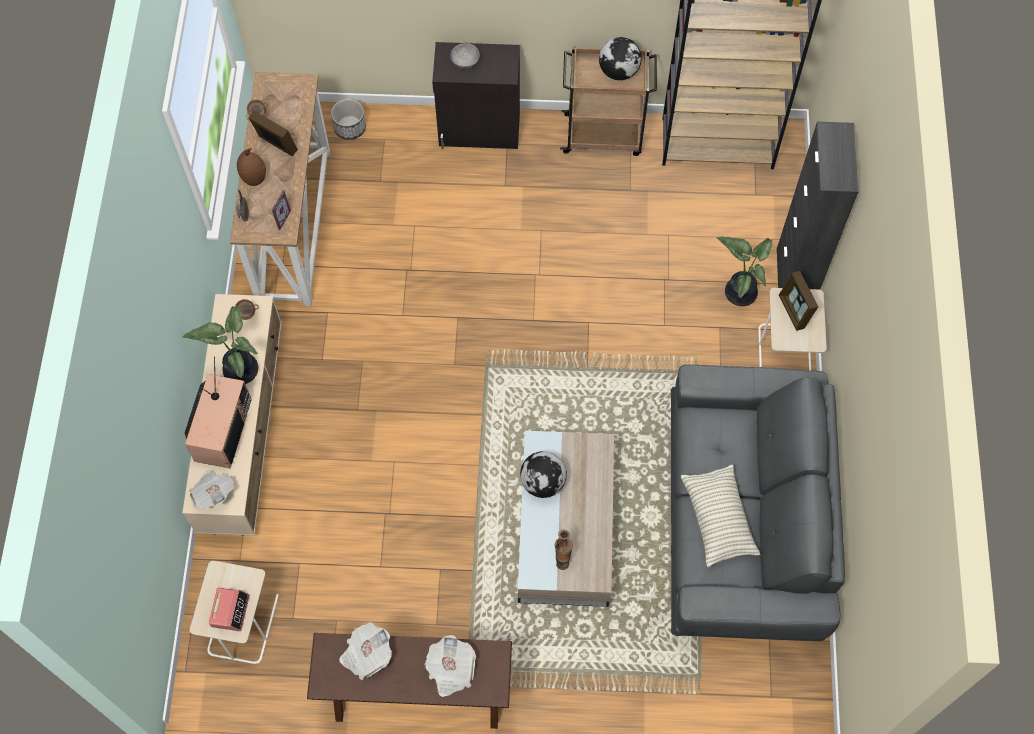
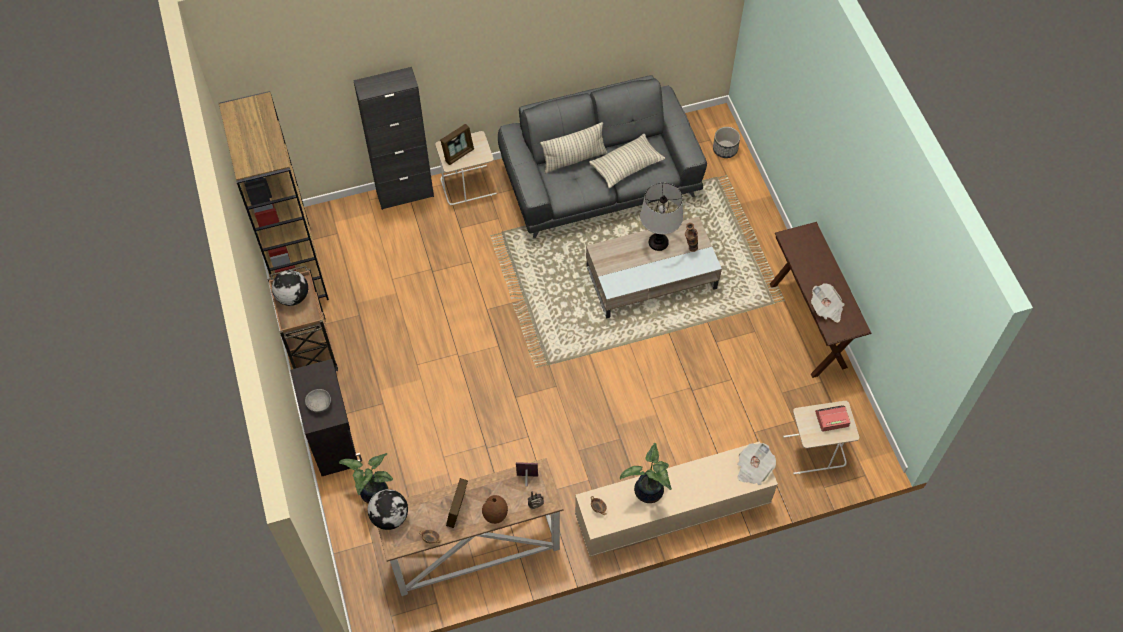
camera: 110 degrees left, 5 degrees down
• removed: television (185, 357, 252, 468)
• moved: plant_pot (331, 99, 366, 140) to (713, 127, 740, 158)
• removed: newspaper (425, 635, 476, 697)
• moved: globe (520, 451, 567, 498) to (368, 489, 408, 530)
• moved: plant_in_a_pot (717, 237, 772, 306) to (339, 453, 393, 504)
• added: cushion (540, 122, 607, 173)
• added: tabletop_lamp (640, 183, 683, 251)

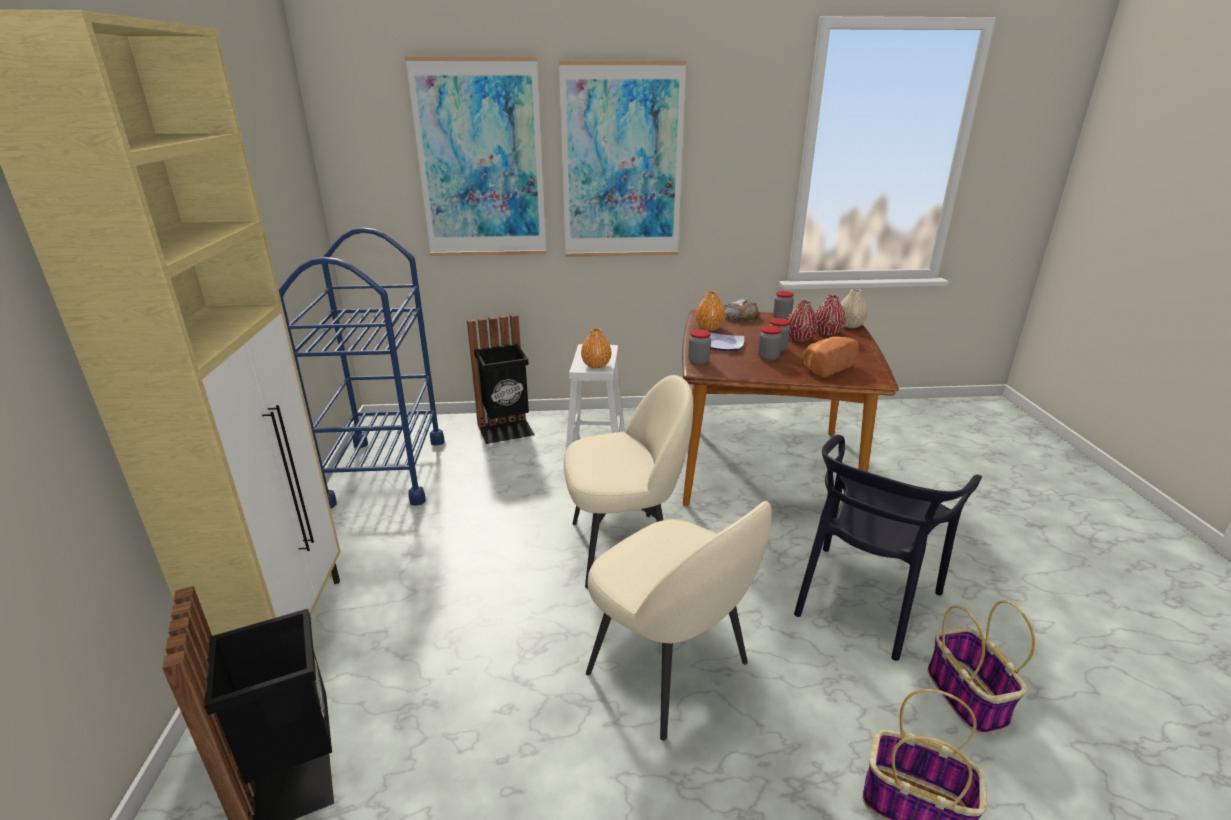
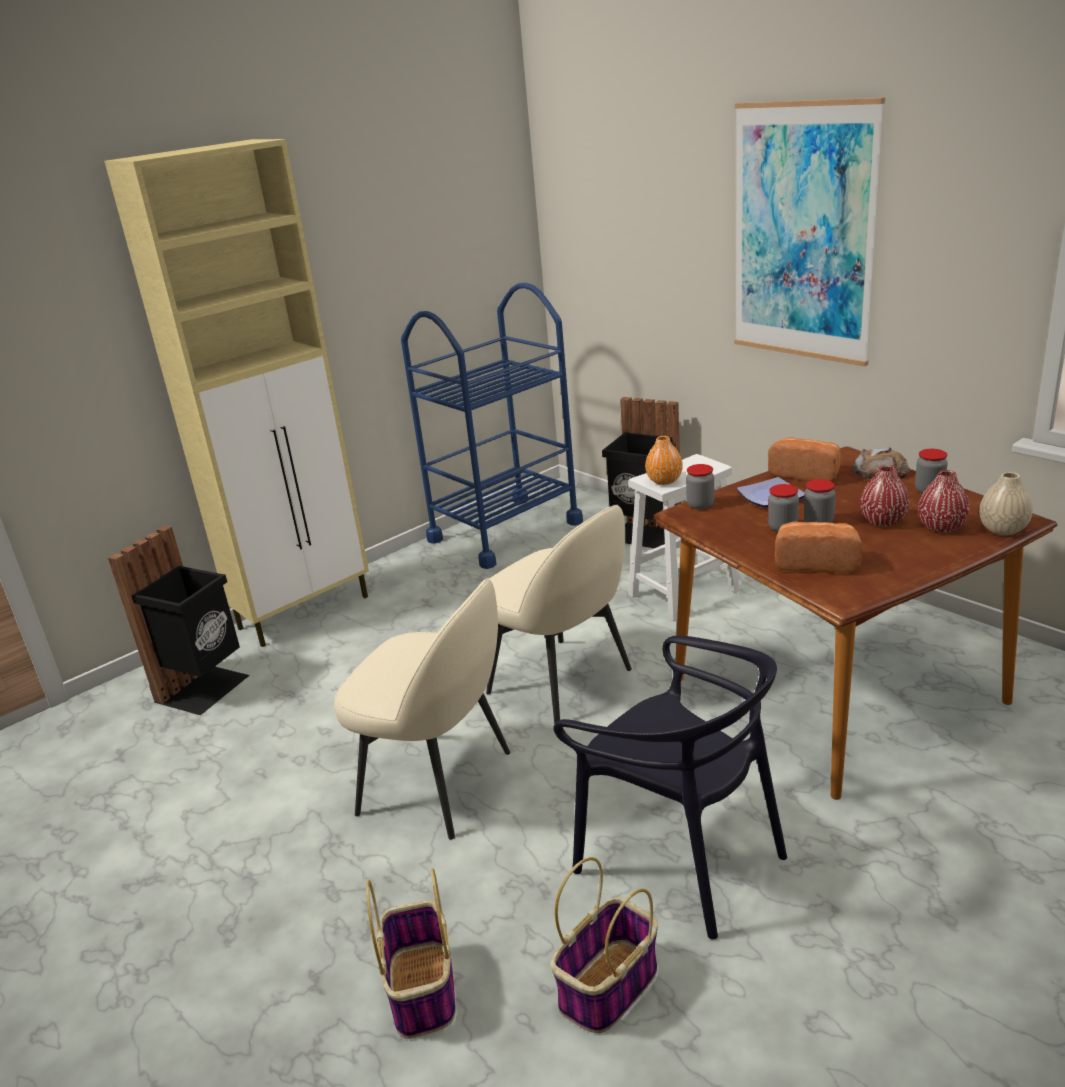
camera: 55 degrees right, 0 degrees up
• removed: picture (405, 57, 546, 256)
• turned: beige_chair (586, 501, 772, 740) = (334, 578, 510, 840) 75 degrees counterclockwise
• replaced: orangey_decorative_vase (695, 291, 725, 331) to bakery_bread (768, 437, 841, 481)
• turned: blackish_chair (794, 435, 982, 661) = (553, 635, 787, 940) 135 degrees counterclockwise

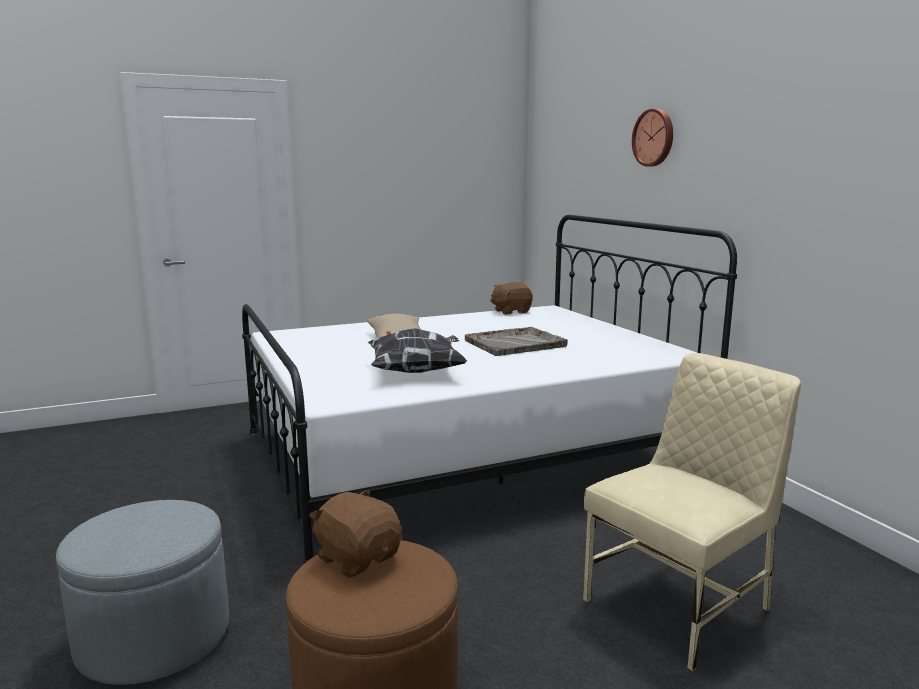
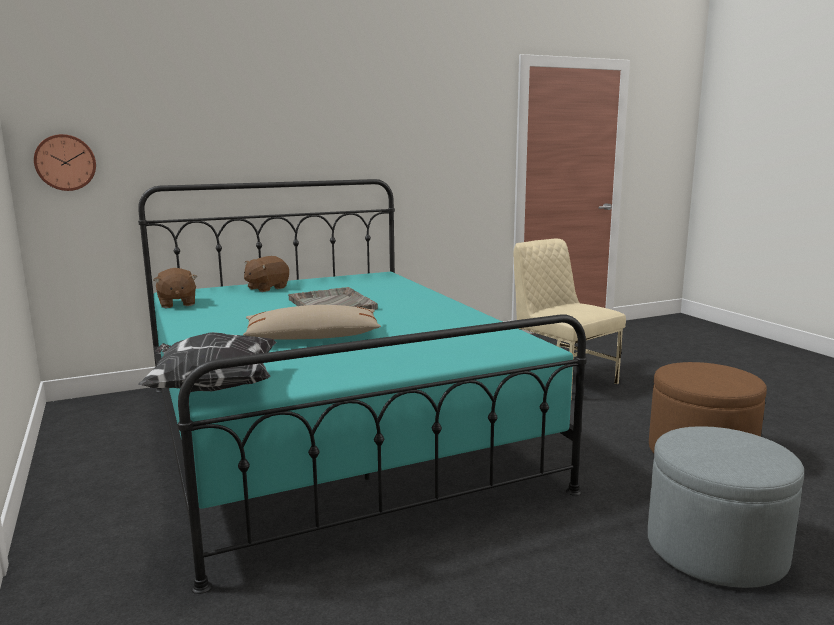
camera: 90 degrees left, 0 degrees up
• recoloured: white_sleeping_bed (242, 215, 737, 564) to blue-green_sleeping_bed (138, 179, 587, 594)
• moved: brownish_cuddly_toy (309, 489, 402, 578) to (244, 256, 289, 292)
• moved: cushion (368, 328, 467, 373) to (138, 332, 276, 392)
• moved: hanging_clock (632, 109, 673, 167) to (34, 134, 96, 191)

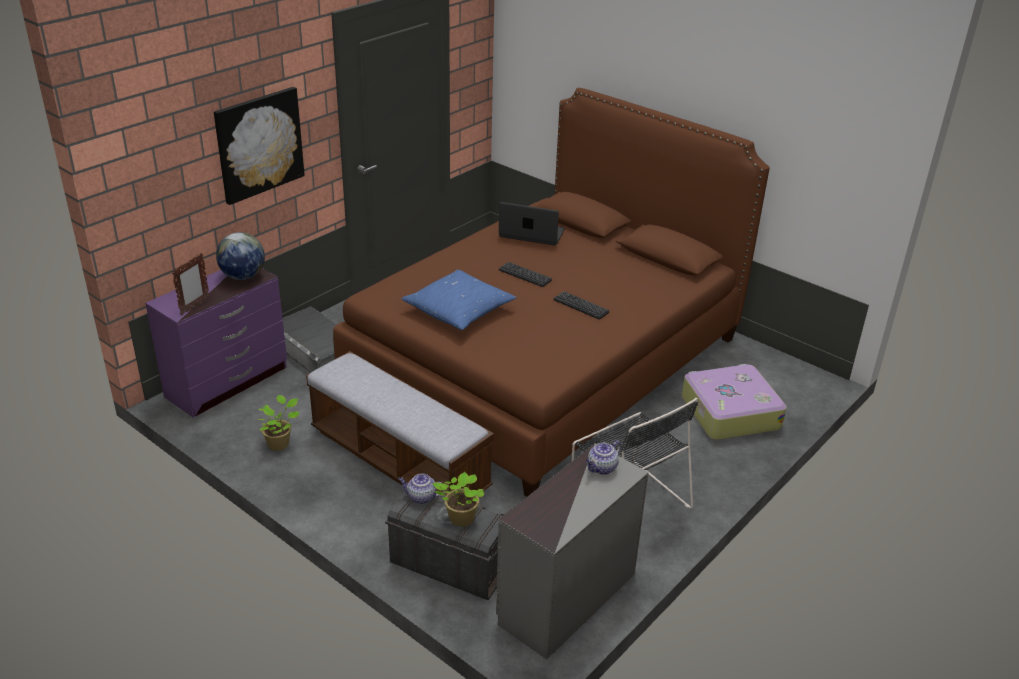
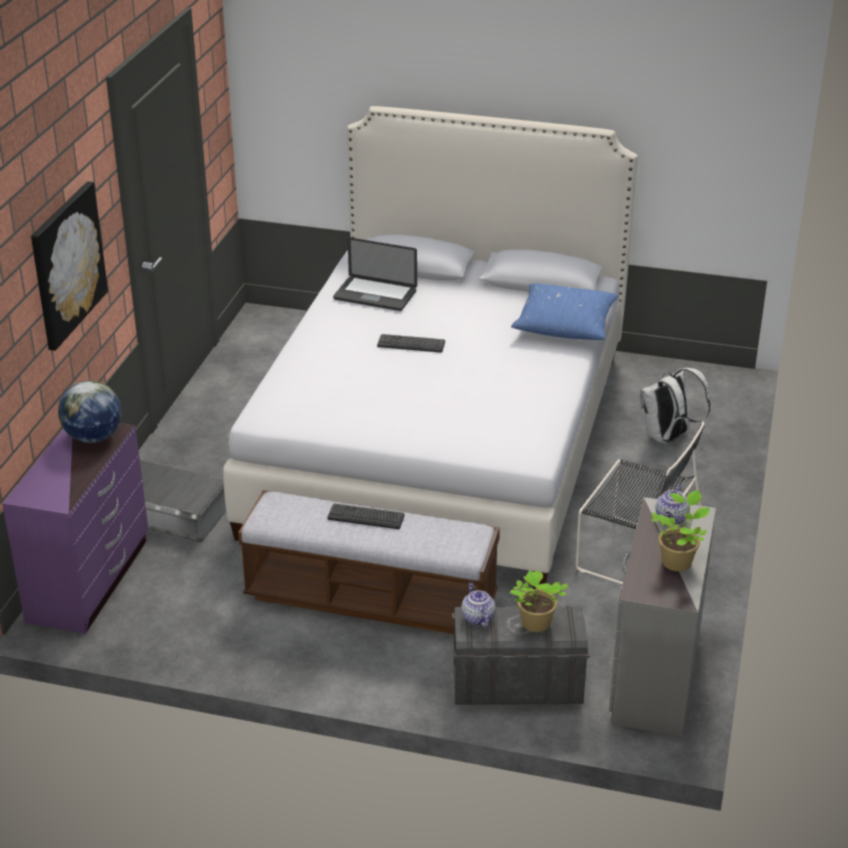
camera: 25 degrees left, 0 degrees up
• removed: picture_frame (172, 253, 210, 315)
• moved: plant_in_a_pot (258, 395, 299, 451) to (651, 490, 710, 572)
• recoloured: brownish_sleeping_bed (333, 88, 770, 497) to white_sleeping_bed (223, 106, 638, 590)
• turned: pot_for_tea (398, 474, 445, 504) = (461, 582, 496, 627) 90 degrees clockwise
• moved: bluish_cushion (401, 270, 516, 330) to (511, 283, 618, 340)
• turned: notebook_computer (499, 202, 564, 246) = (333, 238, 417, 311) 150 degrees counterclockwise
• moved: PC_keyboard (554, 291, 609, 320) to (327, 503, 405, 529)
• replaced: travel_case (682, 364, 787, 440) to white_knapsack (640, 368, 711, 444)

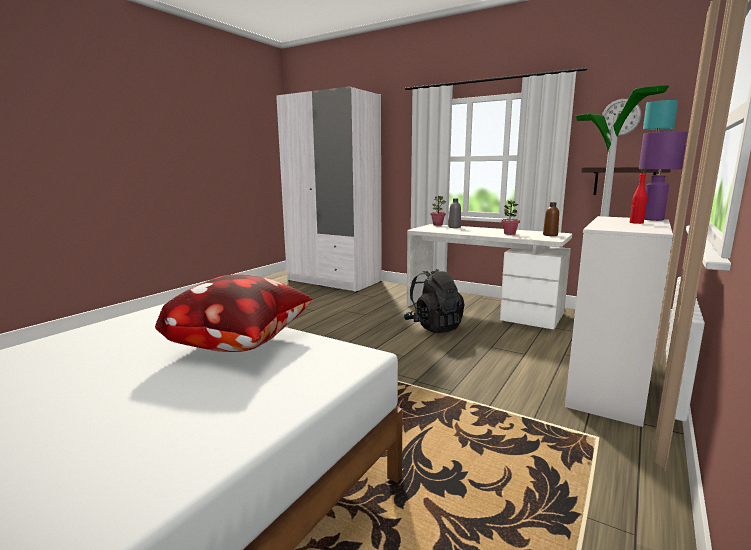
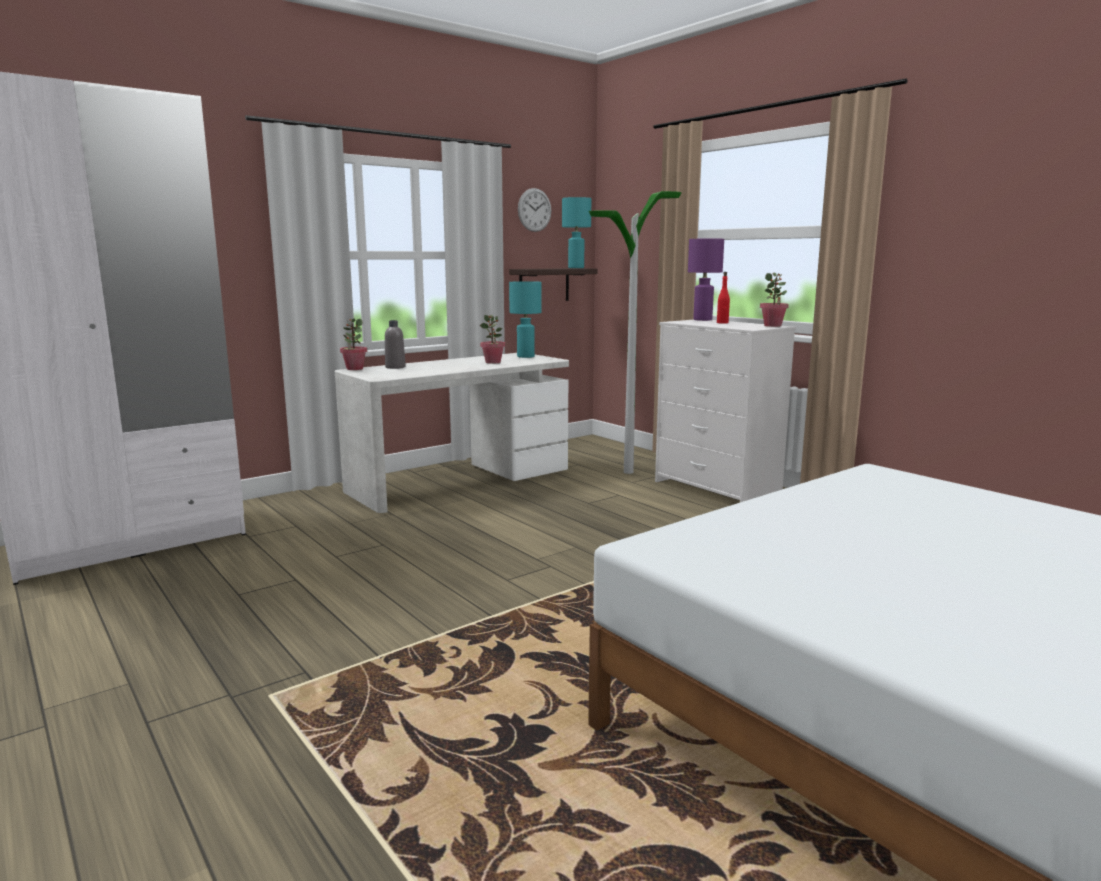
camera: 70 degrees left, 0 degrees up
• removed: cushion (155, 274, 313, 352)
• removed: blackish_knapsack (404, 269, 465, 333)
• replaced: brownish_drink_bottle (543, 202, 559, 236) to blue-green_tabletop_lamp (509, 281, 542, 358)
• added: plant_in_a_pot (760, 273, 789, 327)

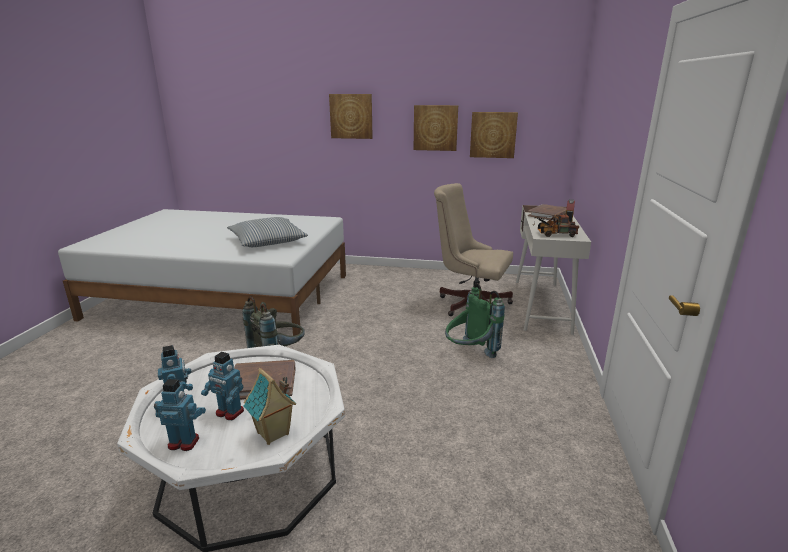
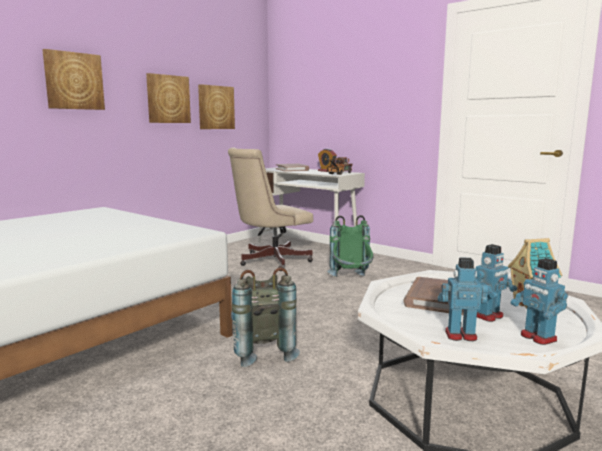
camera: 60 degrees left, 10 degrees down
• turned: model_robot (154, 379, 206, 451) = (511, 258, 568, 345) 60 degrees counterclockwise
• removed: cushion (227, 217, 308, 247)

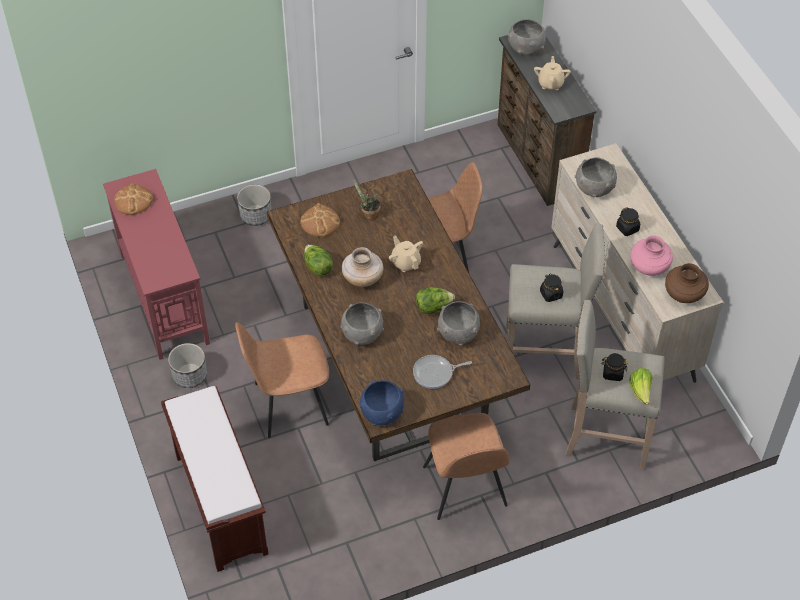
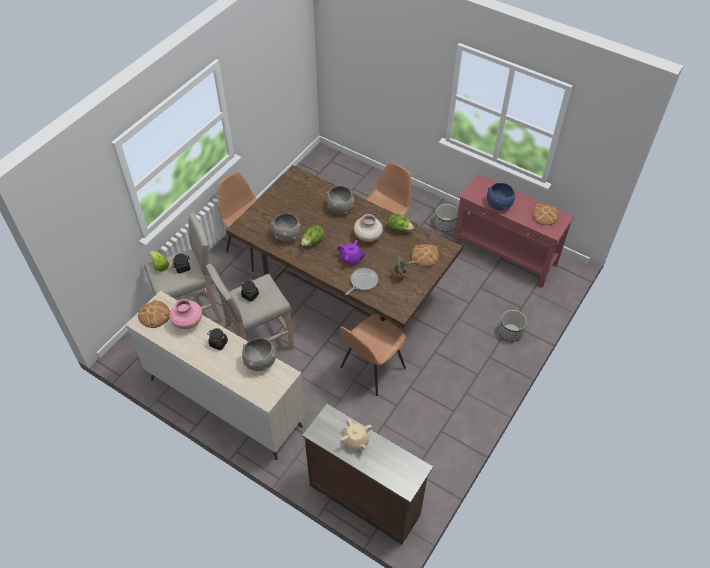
camera: 145 degrees right, 0 degrees up
• removed: brownish_bench (161, 386, 269, 572)
• moved: bluish_serving_bowl (360, 380, 404, 426) to (487, 183, 515, 210)
• recoloured: beige_pot_for_tea (389, 236, 423, 272) to purplish_pot_for_tea (337, 240, 366, 266)
• moved: frying_pan (413, 355, 472, 389) to (345, 268, 378, 295)
• removed: greyish_serving_bowl (508, 19, 547, 55)
• replaced: brownish_decorative_vase (665, 263, 709, 303) to bakery_bread (138, 300, 170, 328)

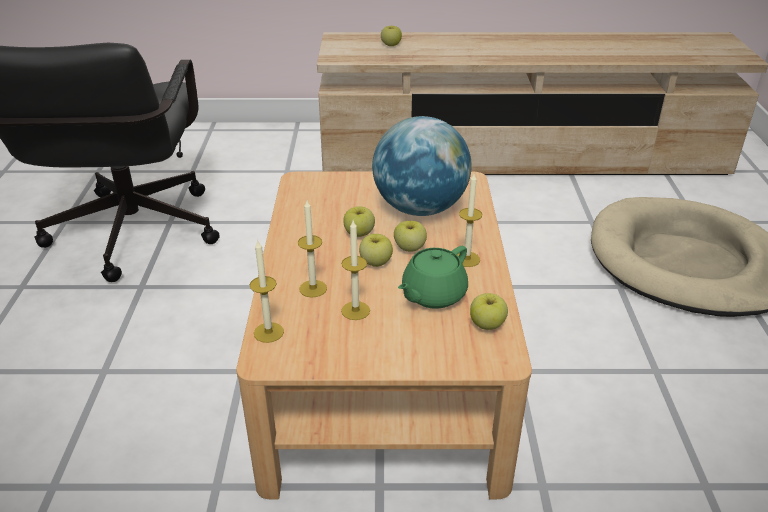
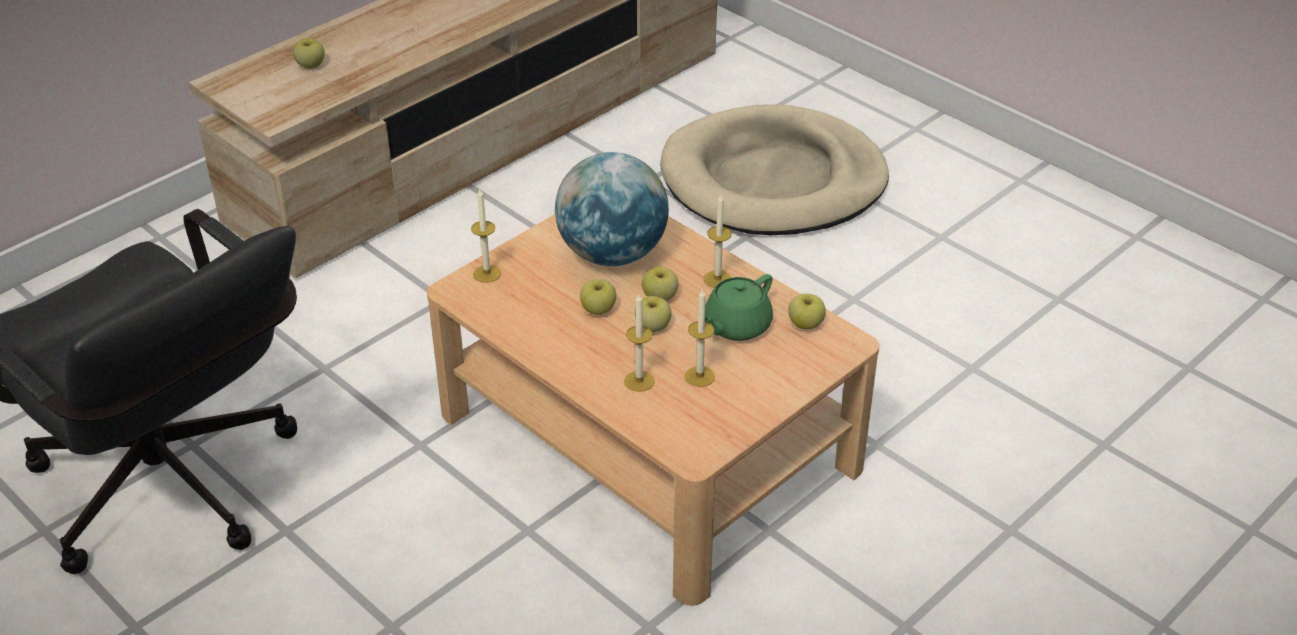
camera: 45 degrees left, 5 degrees up
• moved: wax_light (250, 241, 284, 343) to (471, 189, 501, 283)
• turned: green_pot_for_tea (398, 246, 468, 309) = (705, 274, 773, 341) 45 degrees clockwise

